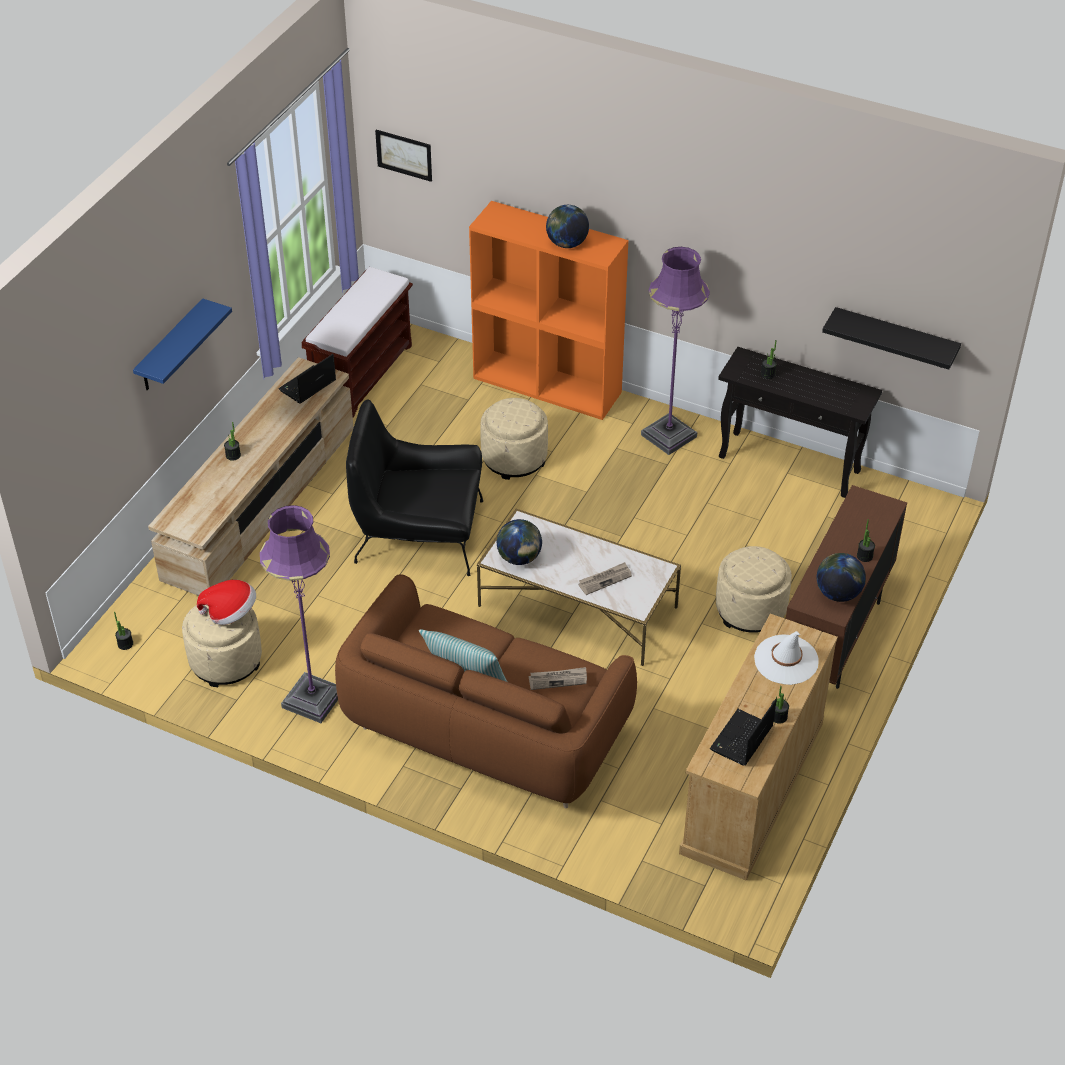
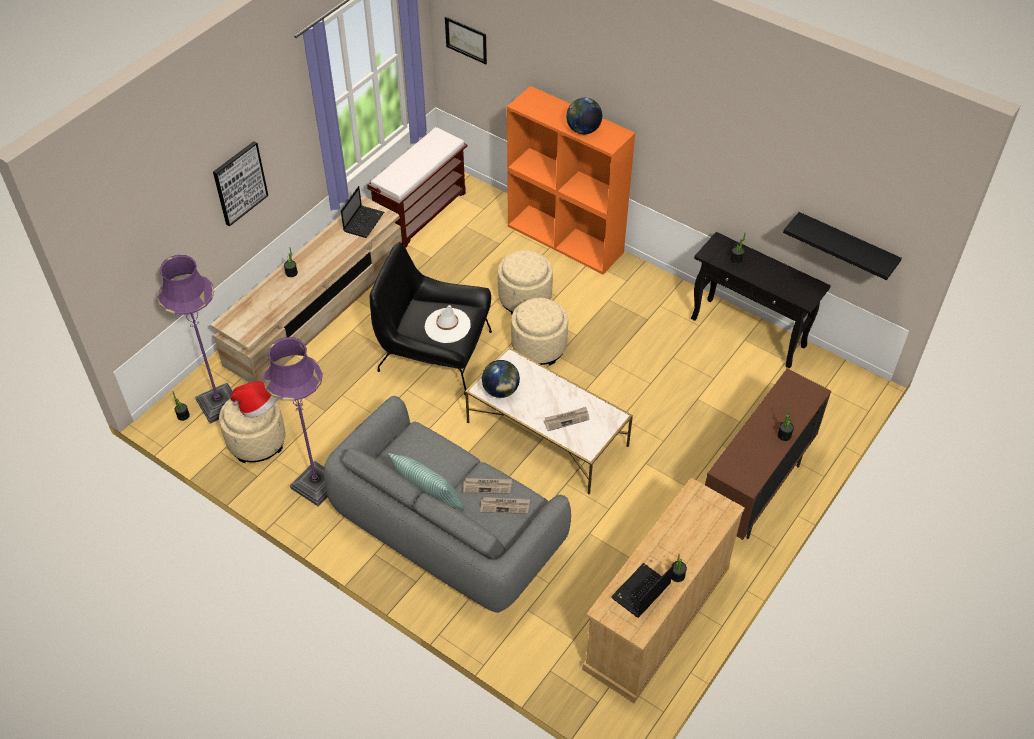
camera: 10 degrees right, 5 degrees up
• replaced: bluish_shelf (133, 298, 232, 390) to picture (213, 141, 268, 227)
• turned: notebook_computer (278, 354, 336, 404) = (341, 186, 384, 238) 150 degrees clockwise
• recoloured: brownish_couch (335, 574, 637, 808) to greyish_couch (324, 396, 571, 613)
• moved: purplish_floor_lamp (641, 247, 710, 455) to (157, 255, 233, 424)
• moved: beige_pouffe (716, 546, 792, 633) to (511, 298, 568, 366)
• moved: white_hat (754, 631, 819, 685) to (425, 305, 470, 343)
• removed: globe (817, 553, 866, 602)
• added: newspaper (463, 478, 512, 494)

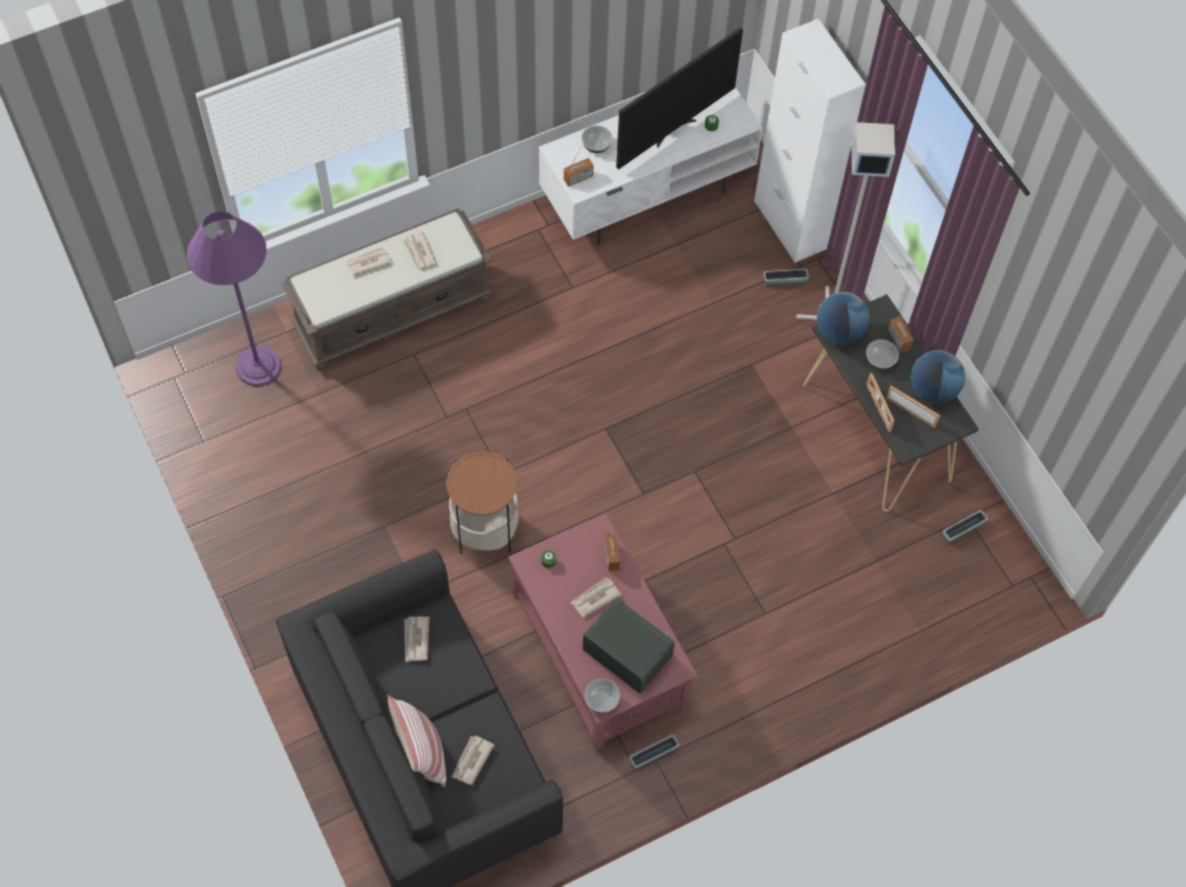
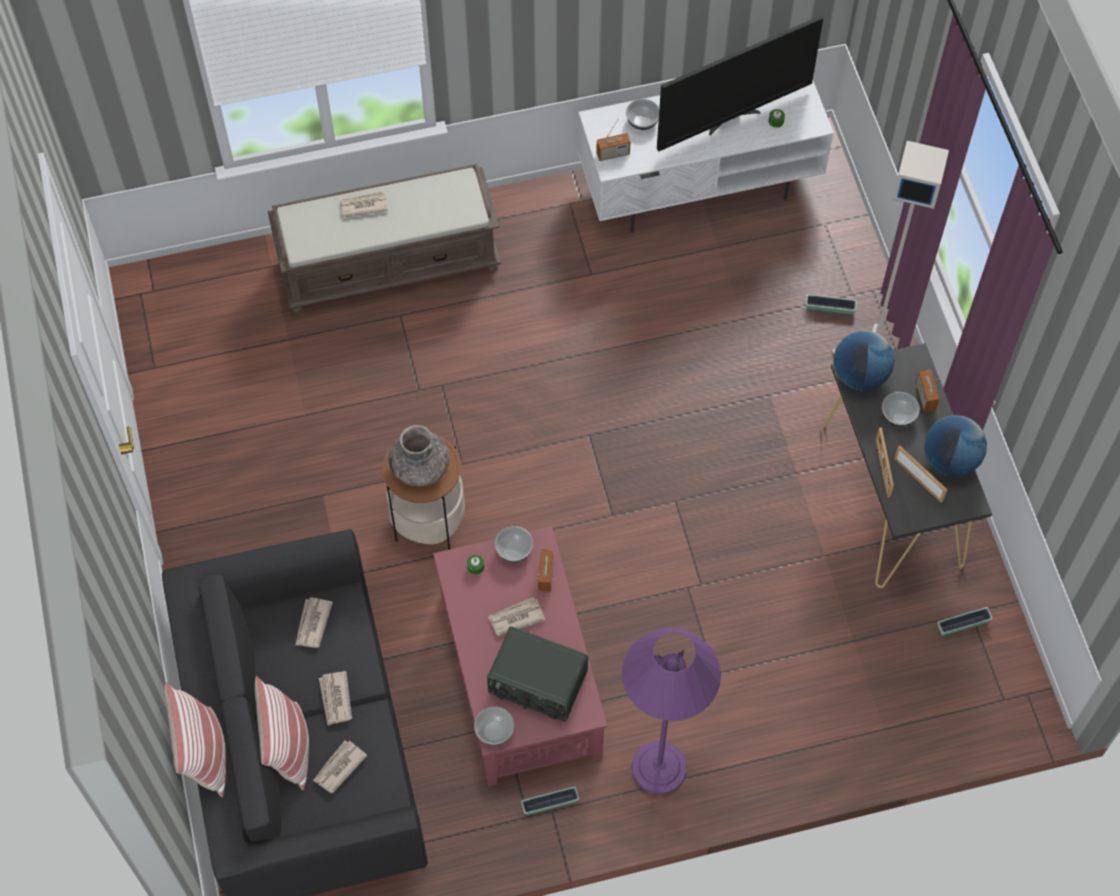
camera: 15 degrees right, 0 degrees up
• moved: purplish_floor_lamp (187, 211, 281, 386) to (622, 628, 721, 795)
• moved: newspaper (403, 231, 437, 272) to (319, 671, 352, 725)
• turned: radio_receiver (583, 598, 675, 694) = (487, 626, 588, 722) 150 degrees clockwise
• removed: white_cupboard (754, 19, 866, 263)
• added: cushion (165, 682, 226, 797)
• added: greyish_decorative_vase (389, 425, 450, 487)
• added: serving_bowl (495, 526, 533, 563)

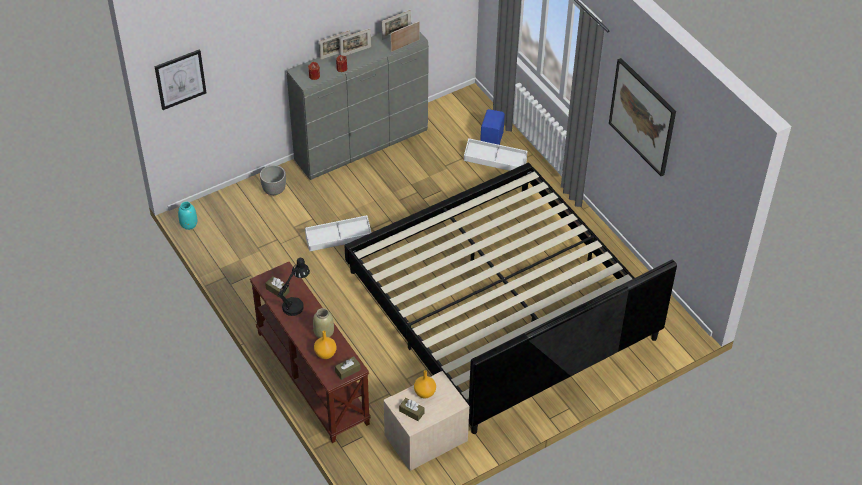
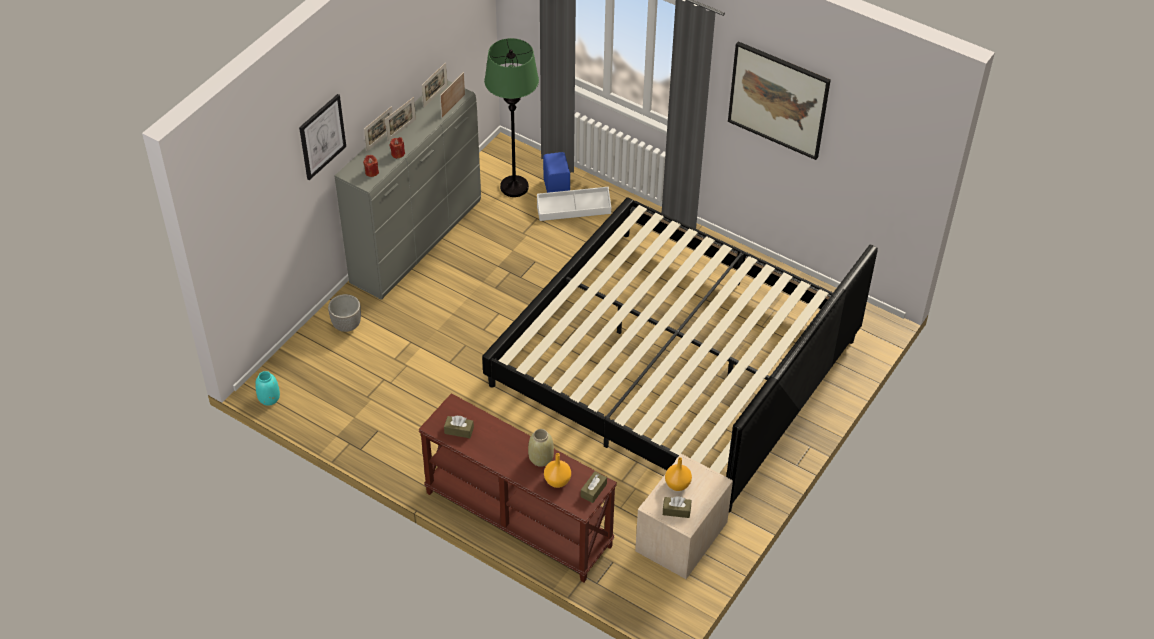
camera: 25 degrees left, 0 degrees up
• moved: picture (154, 49, 207, 110) to (299, 94, 346, 180)
• removed: blackish_tabletop_lamp (278, 258, 310, 316)
• removed: white_storage_container (305, 215, 372, 251)
• added: green_floor_lamp (484, 38, 539, 197)

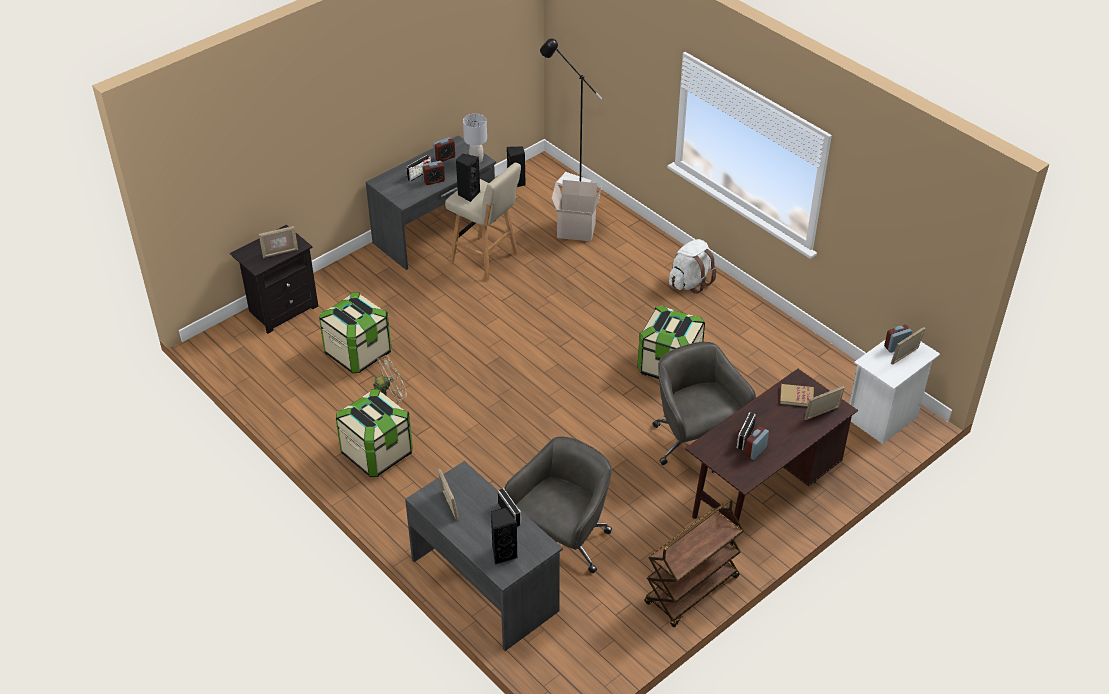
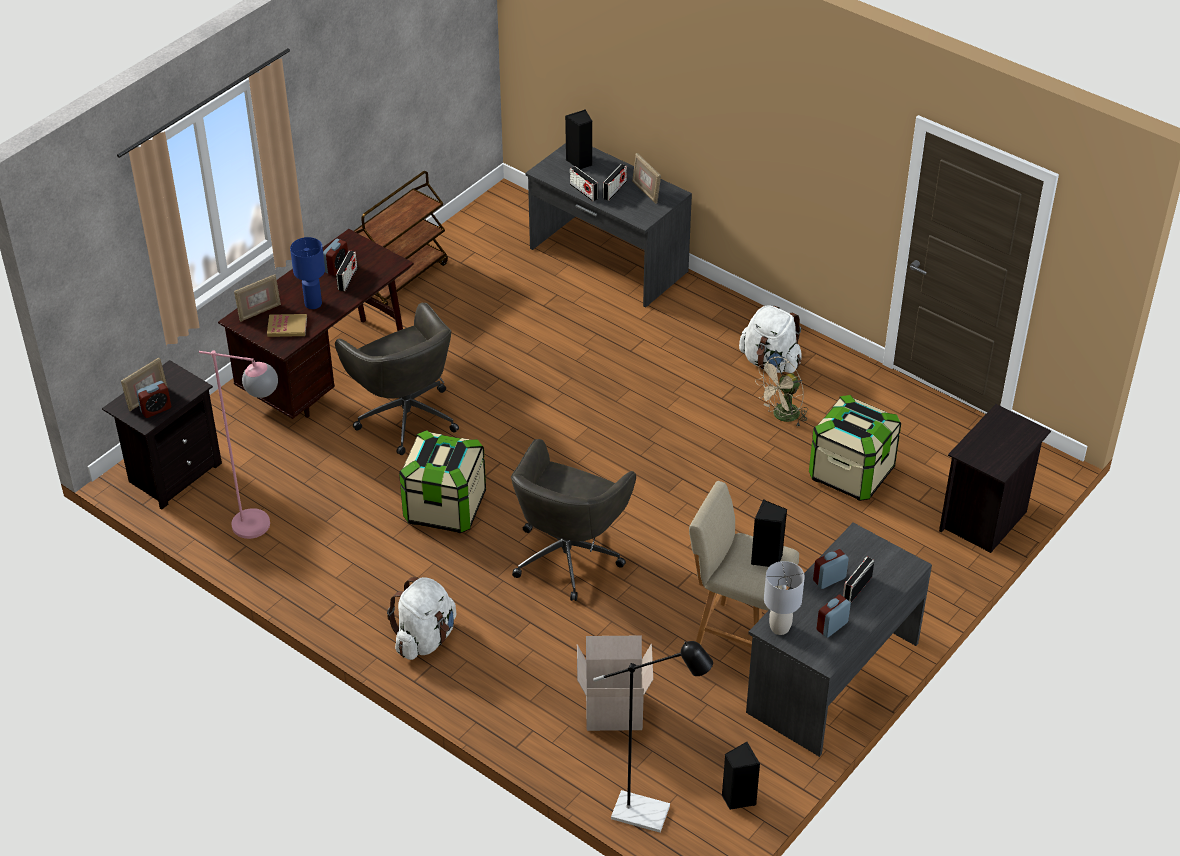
camera: 170 degrees right, 0 degrees up
• removed: picture_frame (259, 226, 298, 258)
• replaced: storage_container (336, 389, 413, 477) to white_knapsack (739, 305, 802, 373)
• moved: greyish_computer_chair (504, 436, 612, 573) to (511, 439, 636, 601)
• recoloured: white_bedside_table (849, 339, 940, 444) to blackish_bedside_table (102, 360, 222, 510)
• added: pinkish_floor_lamp (199, 351, 278, 539)
• added: bluish_tabletop_lamp (290, 237, 325, 309)
• added: radio_receiver (603, 164, 627, 201)

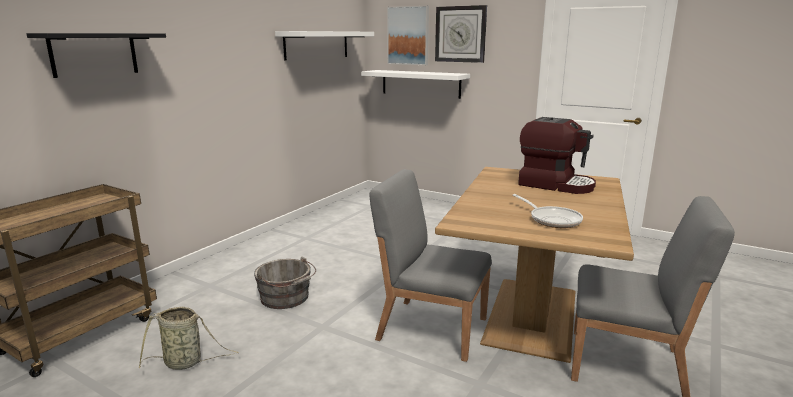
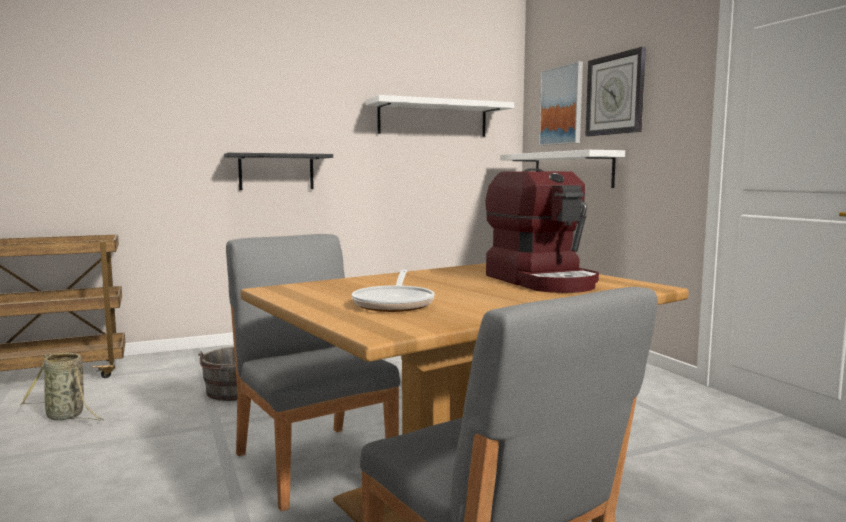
camera: 35 degrees right, 10 degrees down
• moved: blackish_shelf (26, 33, 166, 78) to (224, 153, 333, 190)

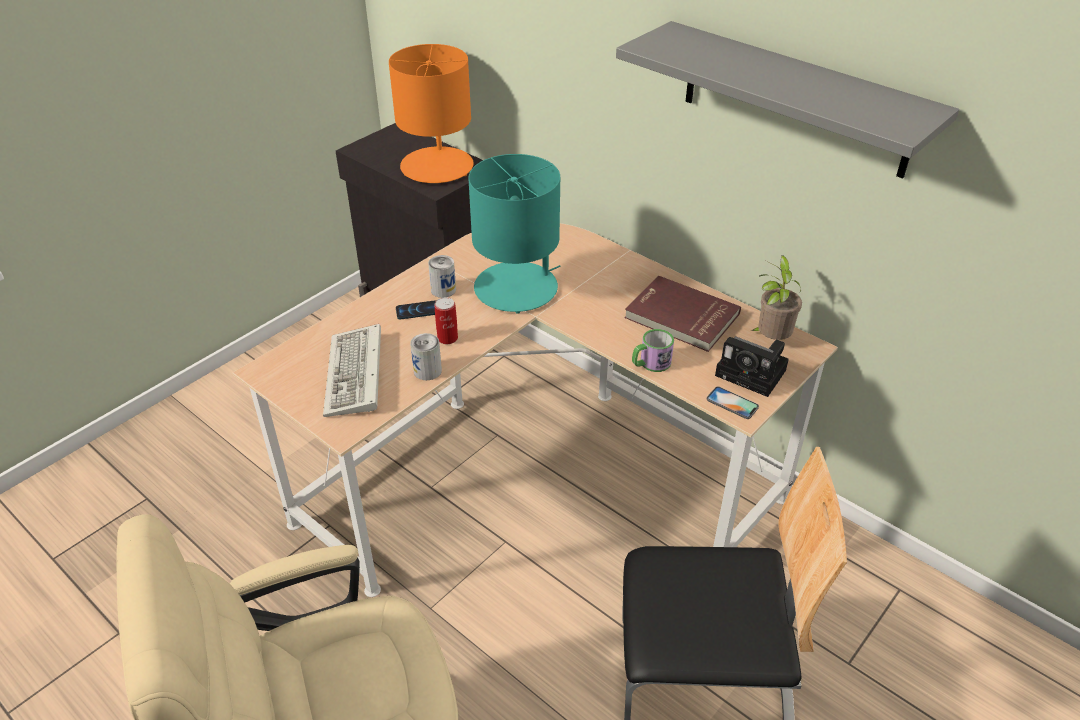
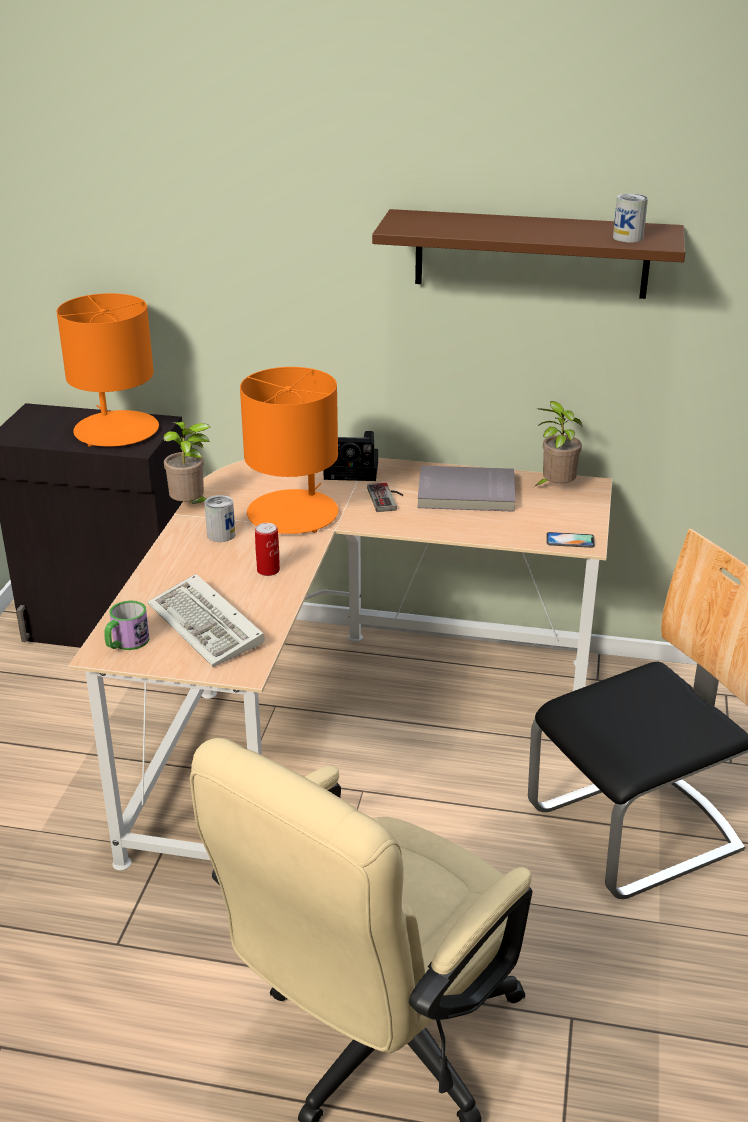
camera: 30 degrees left, 10 degrees down
• removed: telephone (396, 300, 437, 319)
• moved: can (410, 333, 442, 380) to (613, 194, 648, 242)
• recoloured: blue-green_tabletop_lamp (468, 154, 560, 314) to orangey_tabletop_lamp (240, 367, 339, 534)
• recoloured: greyish_shelf (616, 21, 959, 179) to brownish_shelf (372, 209, 685, 299)
• recoloured: red_book (624, 276, 741, 352) to greyish_book (417, 466, 516, 512)
• moved: coffee_mug (632, 329, 674, 372) to (104, 601, 150, 650)
• moved: photo_camera (715, 336, 789, 397) to (323, 431, 378, 481)
• added: plant_in_a_pot (164, 422, 211, 504)
• added: game_controller (367, 483, 403, 512)

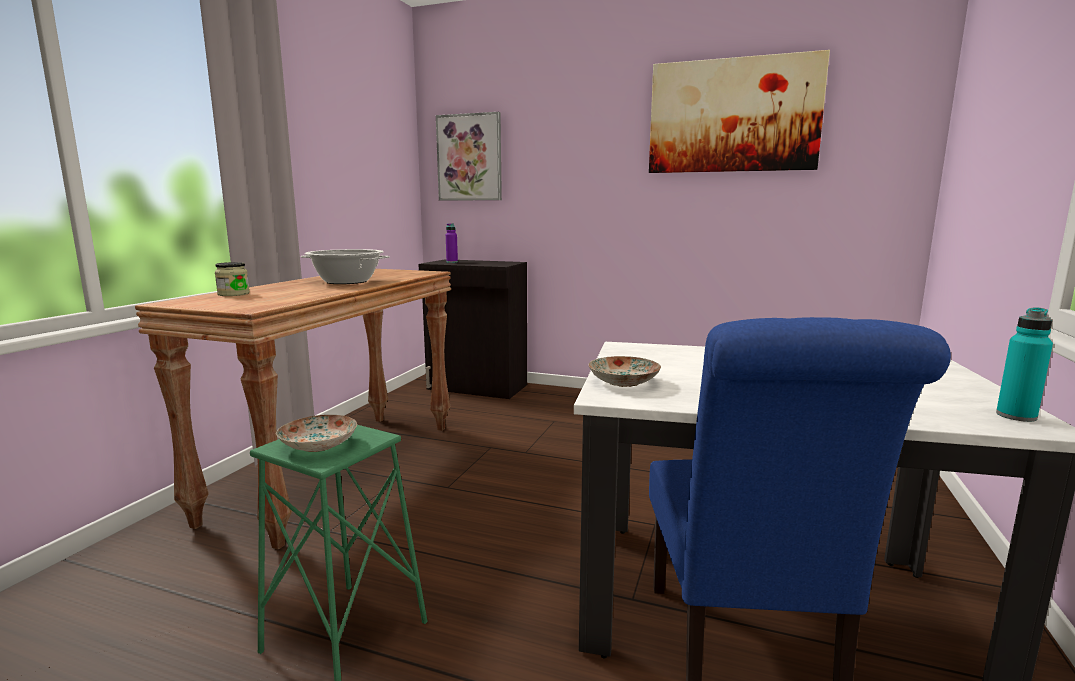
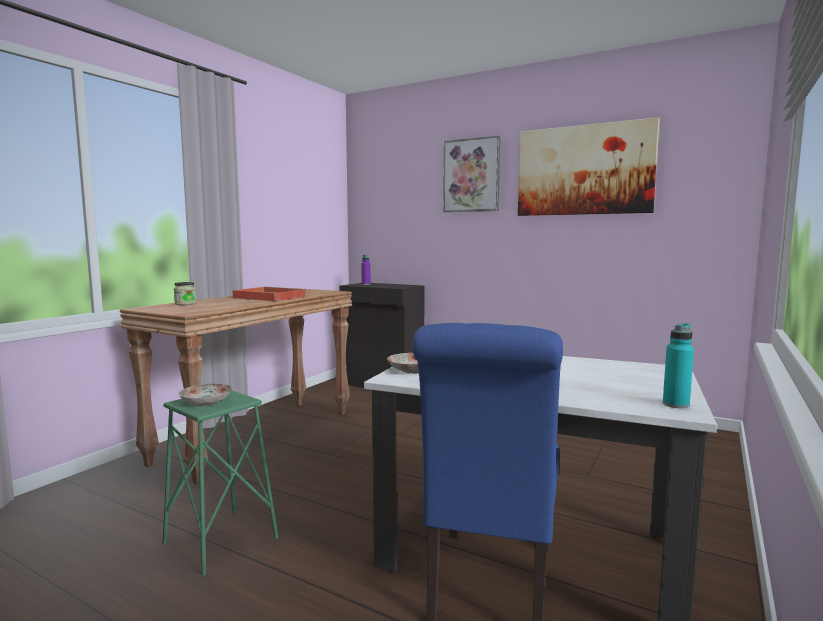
camera: 10 degrees right, 5 degrees down
• replaced: cooking_pot (301, 249, 390, 284) to red_carrying_tray (232, 287, 307, 301)
• moved: picture (436, 112, 502, 201) to (443, 135, 500, 212)

